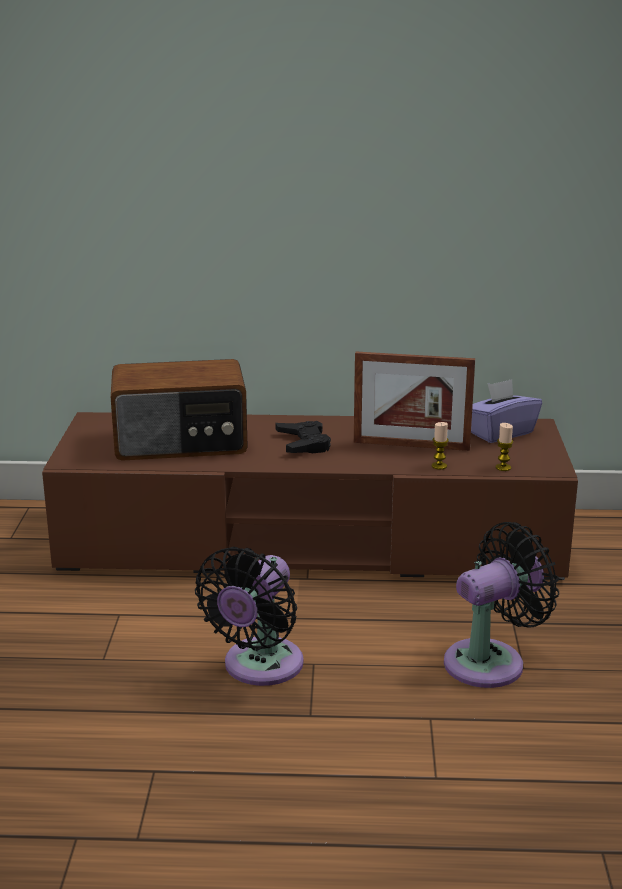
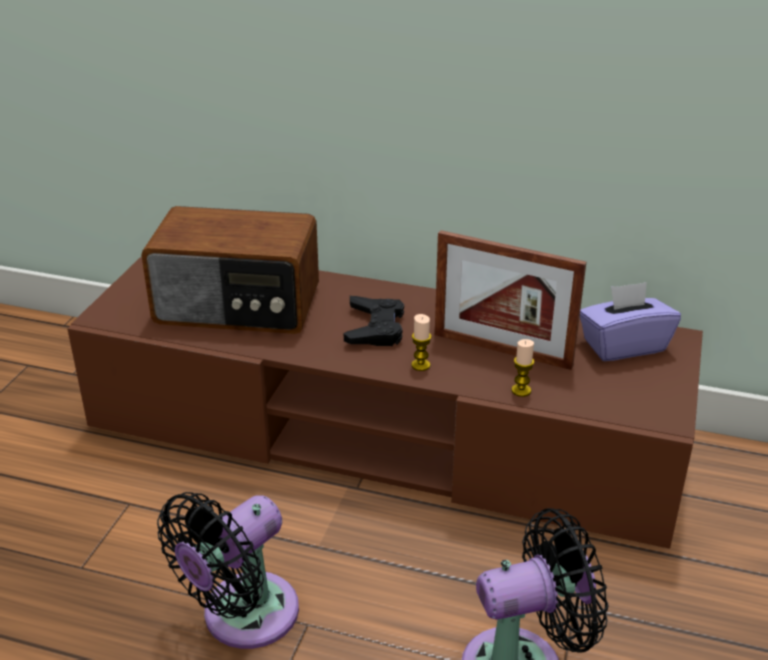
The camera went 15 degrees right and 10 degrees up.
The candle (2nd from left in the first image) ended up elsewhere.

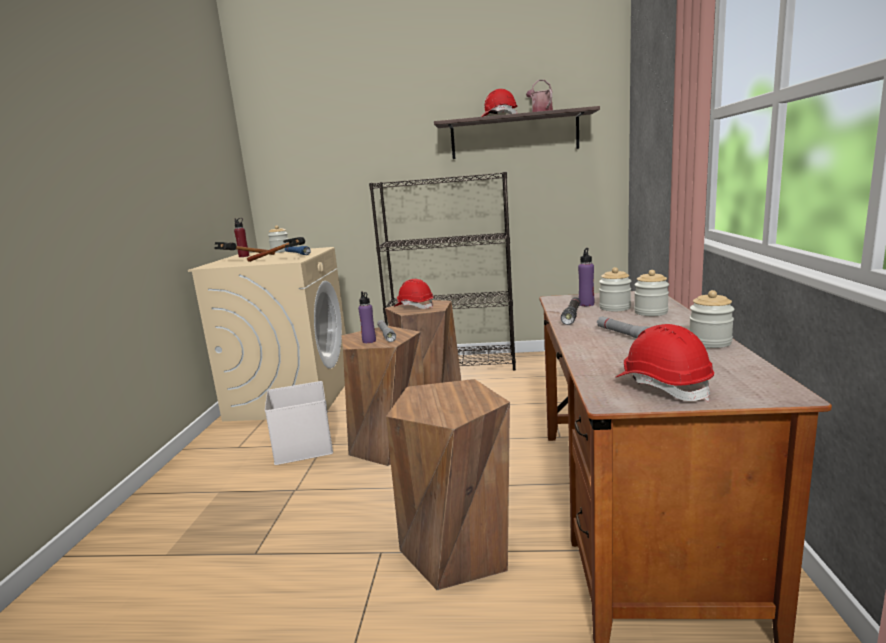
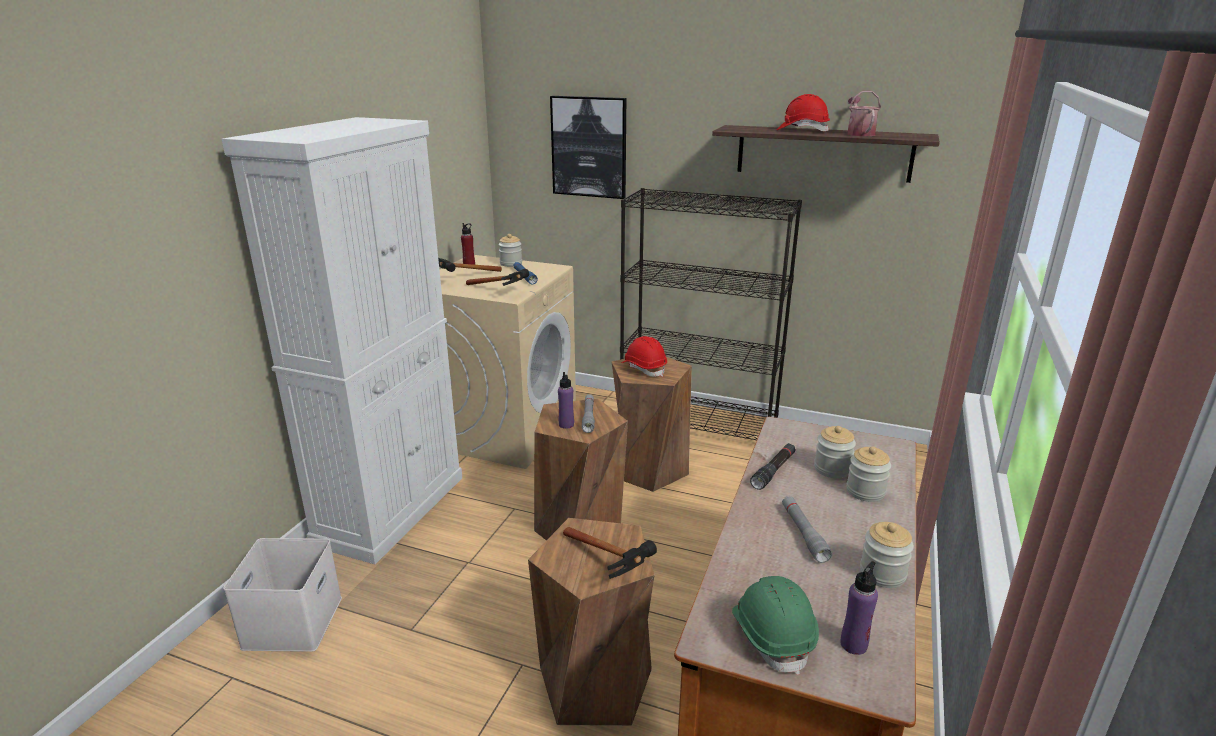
The camera went 15 degrees right and 10 degrees up.
The second view gained the cupboard (whitish).
The storage box (whitish) ended up elsewhere.
The second view gained the picture.
The second view gained the hammer (3rd from left).
What was the work helmet (red-coloured) (3rd from left) turned into the work helmet (green).
The drink bottle (purple-coloured) (2nd from left) ended up elsewhere.

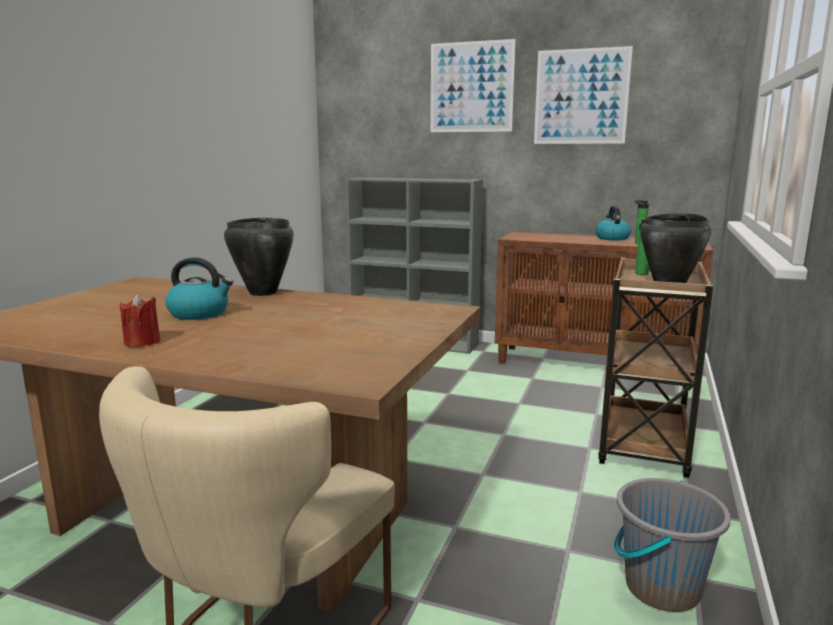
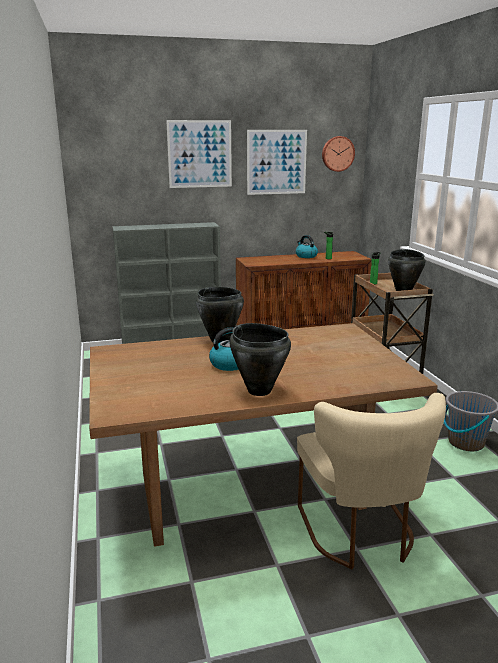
The camera went 35 degrees left and 5 degrees up.
Where the candle (red-coloured) stood, the saucepot (black) (2nd from left) came to stand.
The second view gained the wall clock.

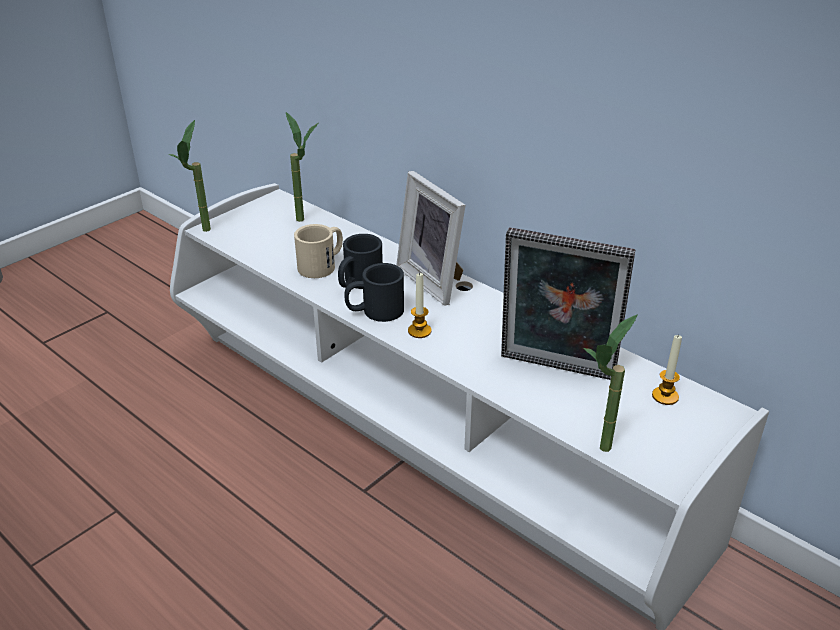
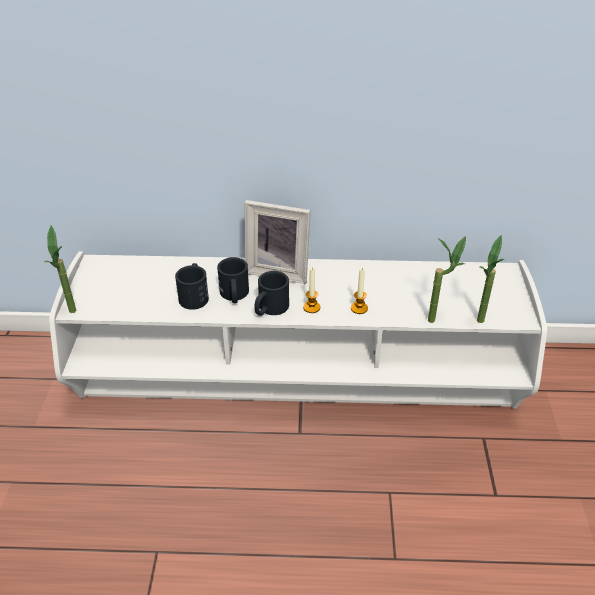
The camera went 40 degrees left and 5 degrees up.
What was the tea mug (sand-coloured) turned into the tea mug (black) (1st from left).
The candle (2nd from left) ended up elsewhere.
The potted plant (2nd from left) ended up elsewhere.
The second view lost the picture frame (2nd from left).

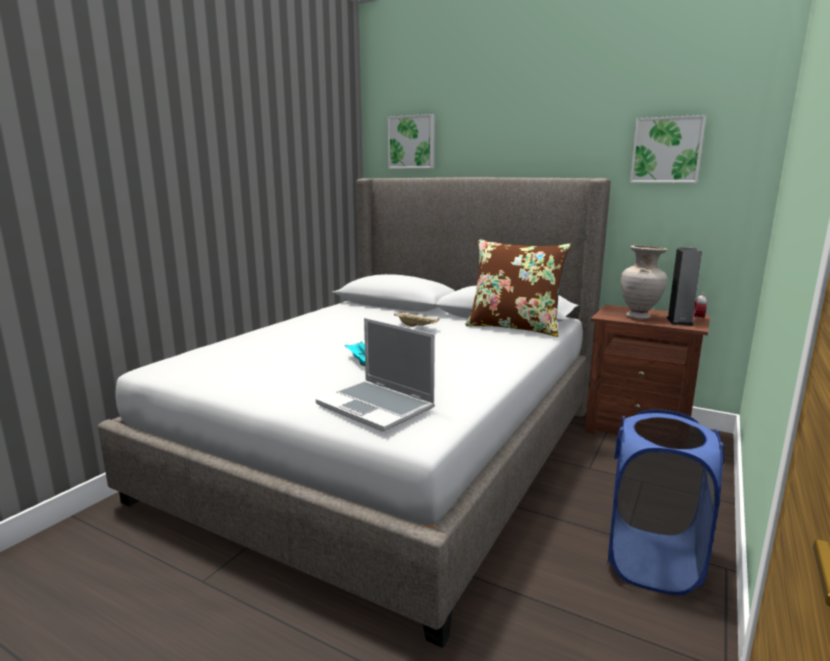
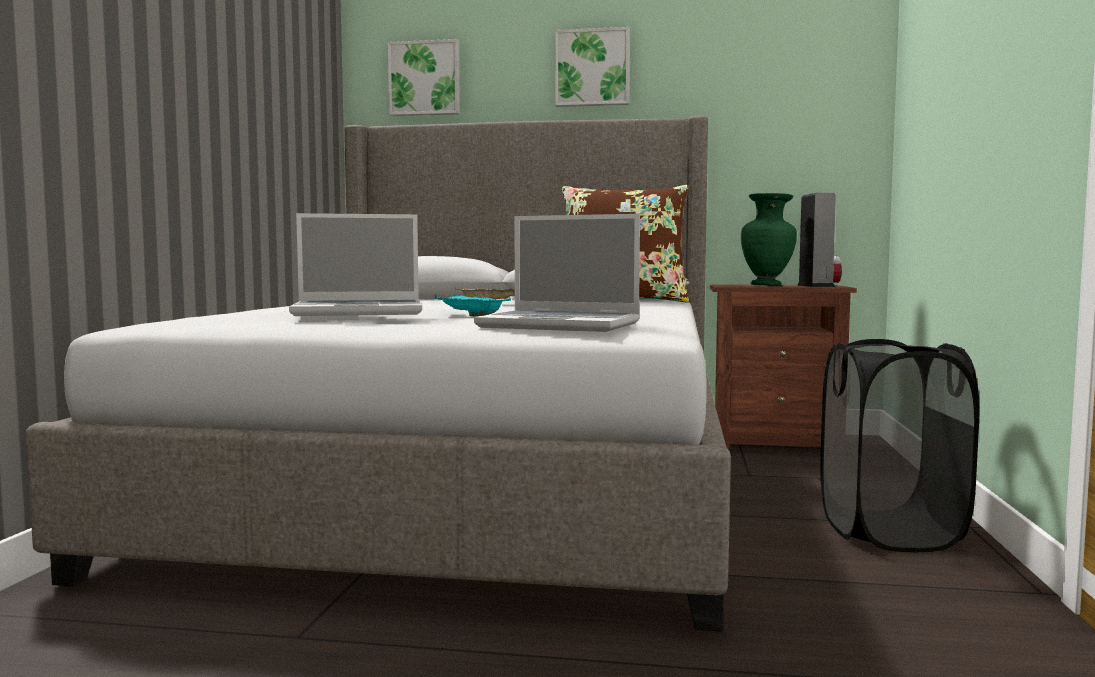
The camera went 20 degrees left and 10 degrees down.
The second view gained the portable computer (1st from left).
The picture (2nd from left) ended up elsewhere.
What was the vase (sand-coloured) turned into the vase (green).
What was the washing basket (blue) turned into the washing basket (black).

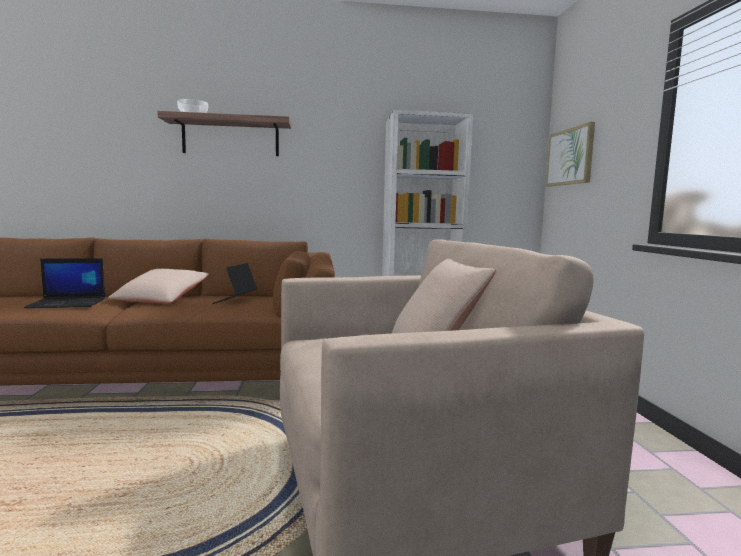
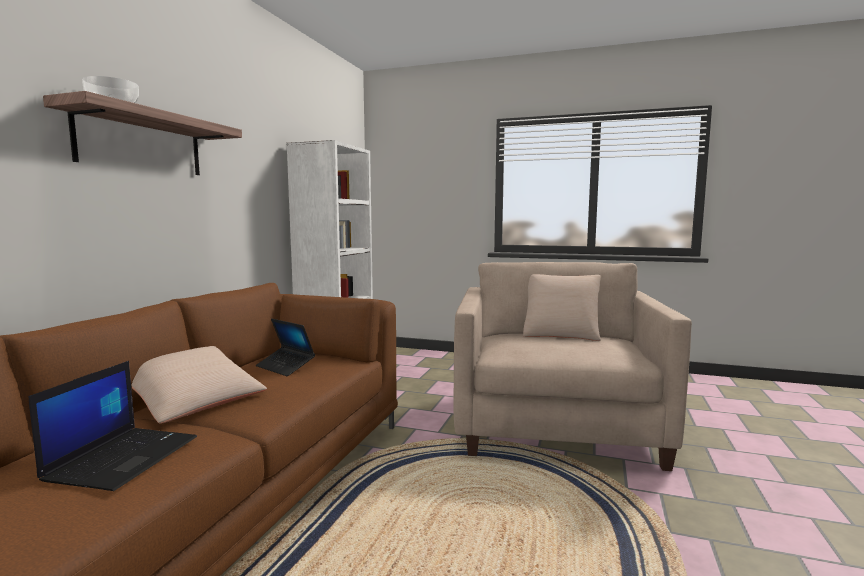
The camera went 65 degrees left and 0 degrees up.
The second view lost the picture.

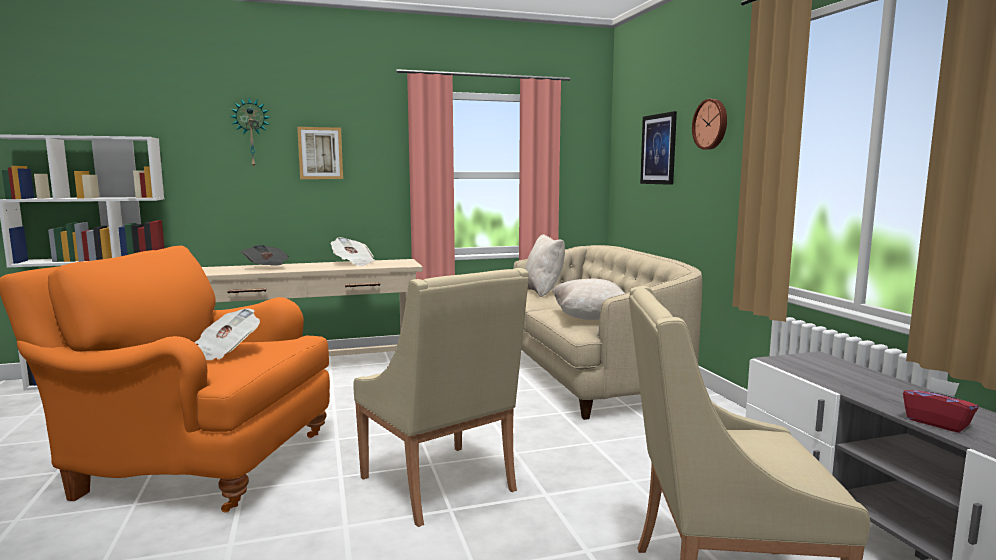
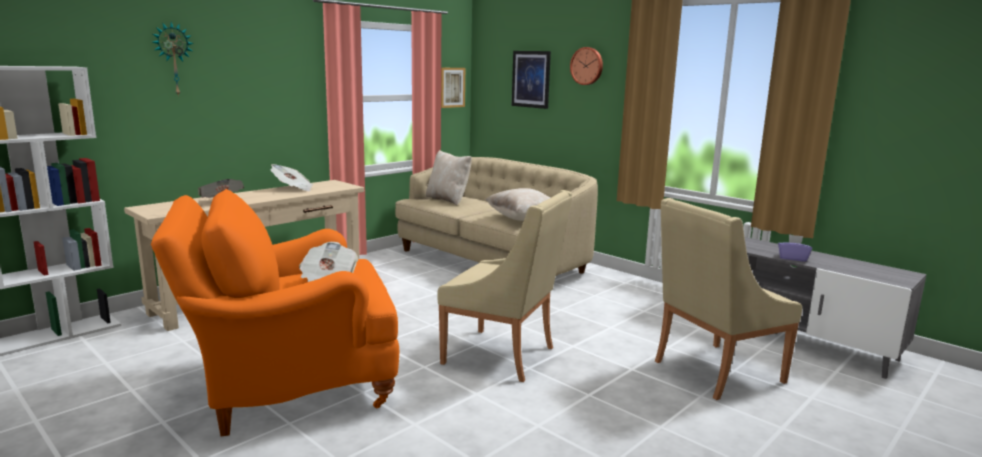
The camera went 30 degrees left and 5 degrees up.
The picture (1st from left) ended up elsewhere.
What was the box of tissues (red-coloured) turned into the box of tissues (purple-coloured).

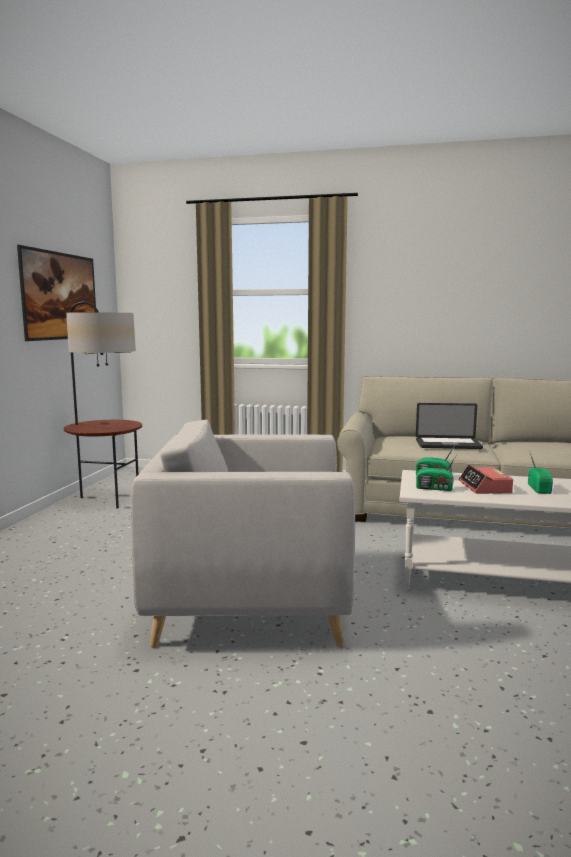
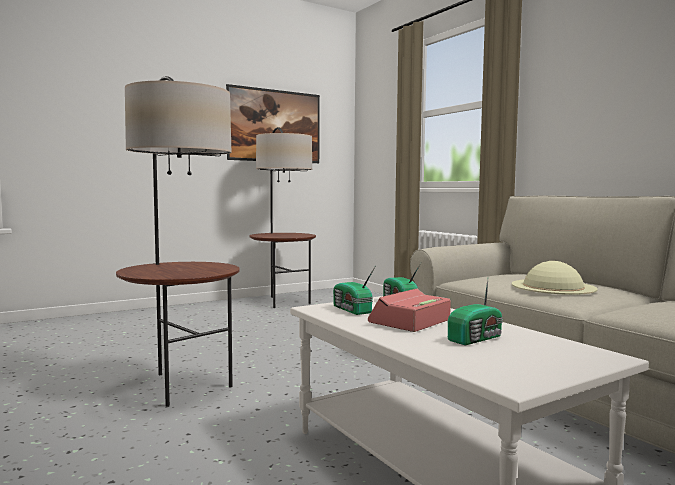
The camera went 45 degrees right and 5 degrees down.
Where the easy chair (greyish) stood, the standing lamp (1st from left) came to stand.
Where the portable computer stood, the clothing hat (sand-coloured) came to stand.

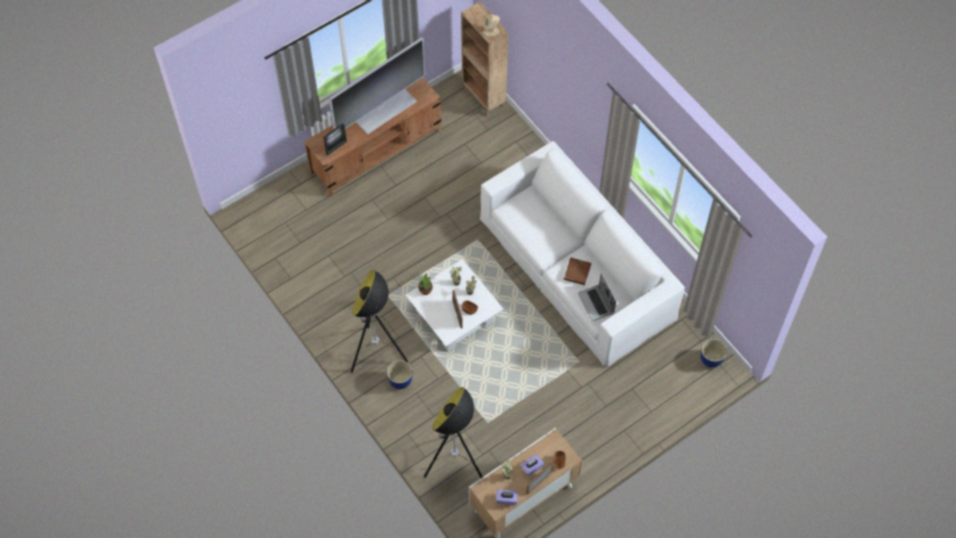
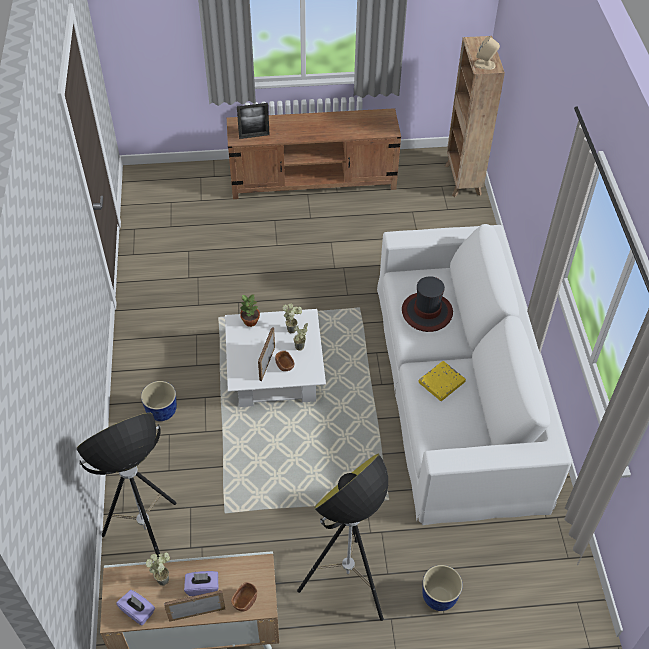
The camera went 30 degrees right and 10 degrees down.
The standing lamp (1st from left in the first image) ended up elsewhere.
The second view gained the clothing hat.
What was the volume (brown-coloured) turned into the volume (yellowish).
The flower pot (2nd from left) ended up elsewhere.
The second view lost the TV.
The second view lost the portable computer.

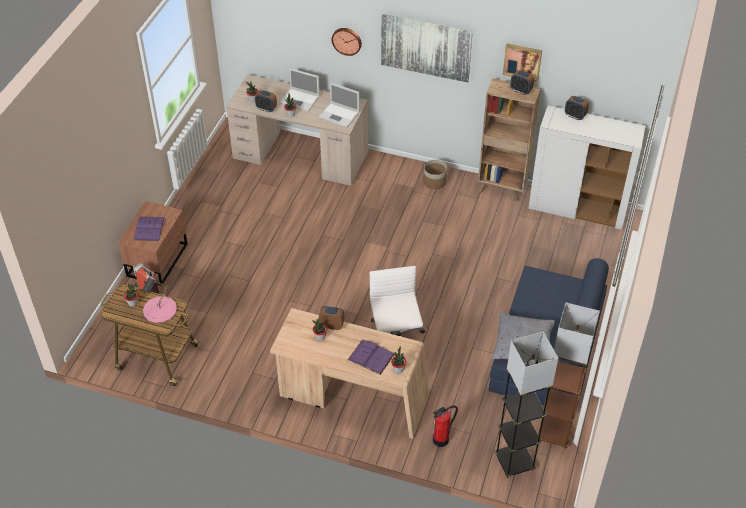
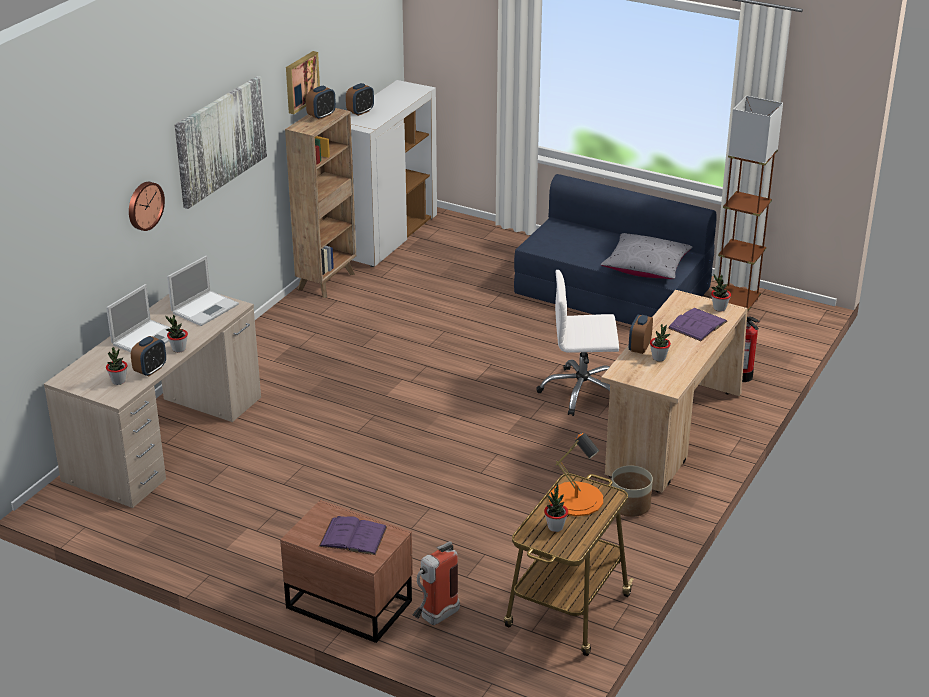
The camera went 80 degrees left and 15 degrees down.
What was the tabletop lamp (pinkish) turned into the tabletop lamp (orange-coloured).
The flower pot ended up elsewhere.
The second view lost the standing lamp (greyish).

